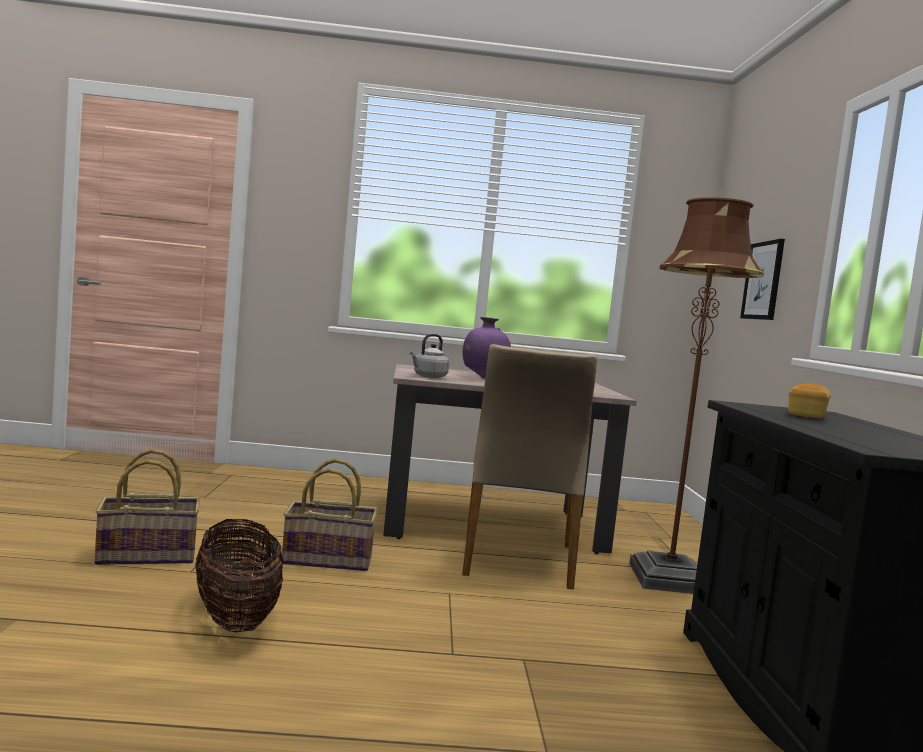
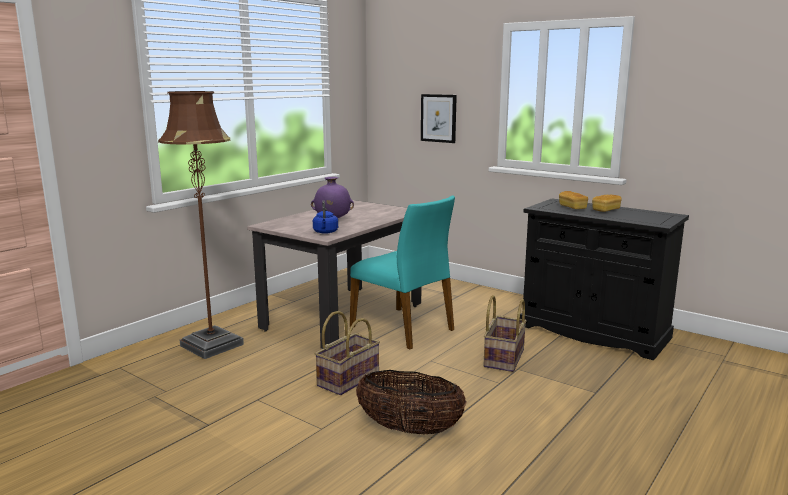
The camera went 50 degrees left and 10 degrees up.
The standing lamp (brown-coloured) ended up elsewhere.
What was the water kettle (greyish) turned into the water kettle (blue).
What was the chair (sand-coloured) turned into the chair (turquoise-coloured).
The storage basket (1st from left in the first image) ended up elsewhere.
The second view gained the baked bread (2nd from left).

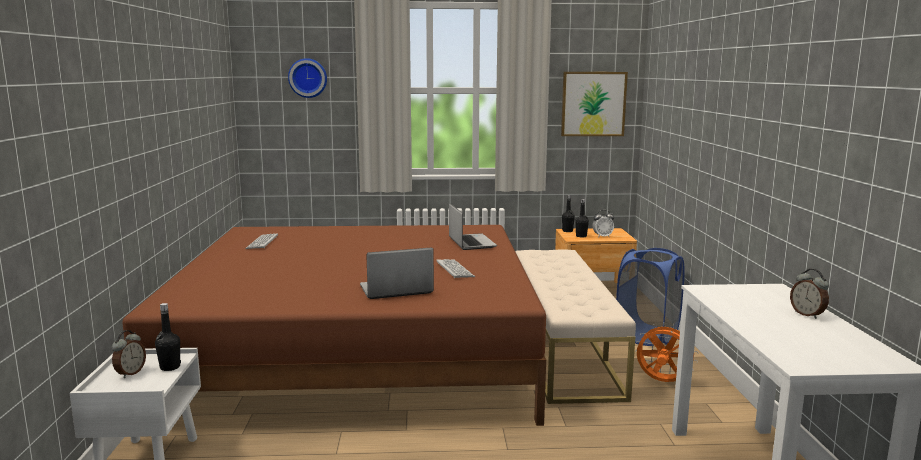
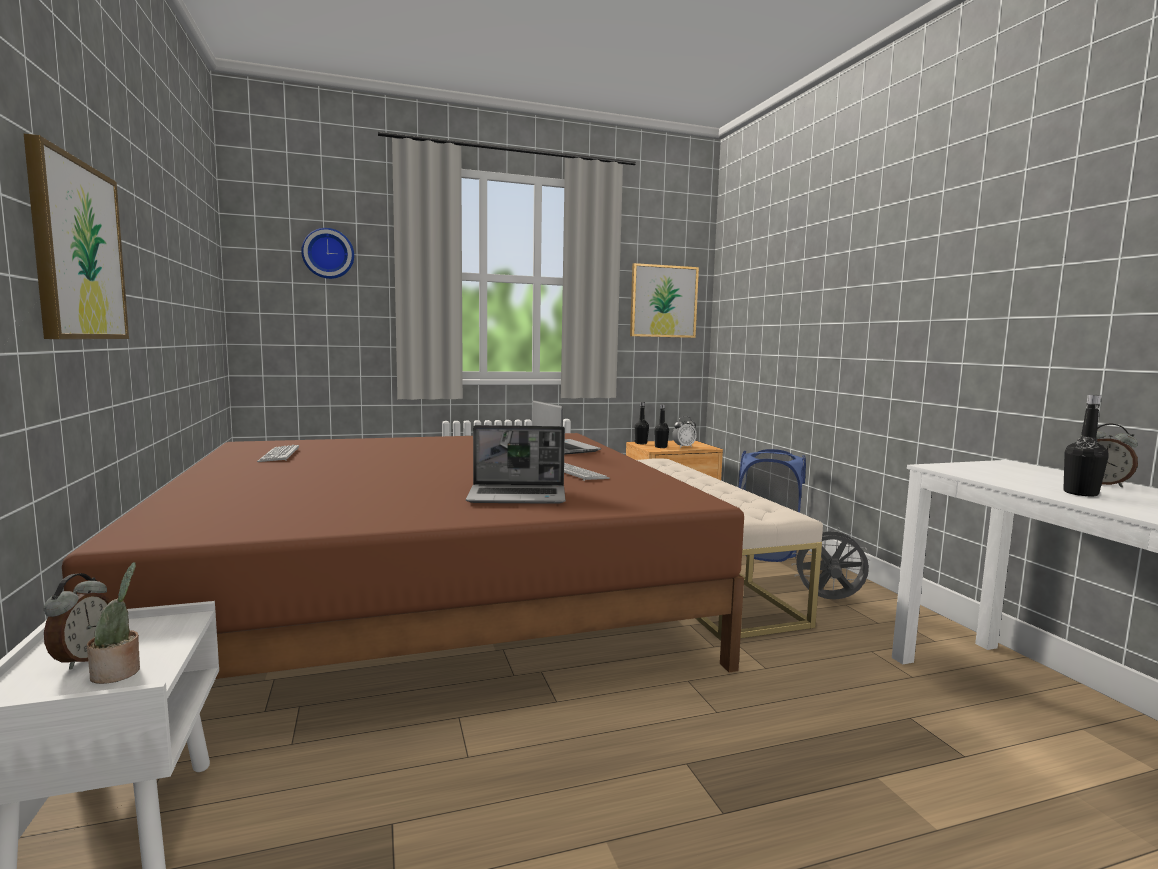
The camera went 15 degrees left and 5 degrees down.
The second view gained the picture (1st from left).
The second view gained the potted plant.
The portable computer (1st from left) ended up facing another way, 150 degrees counterclockwise from before.
What was the cooling fan (orange-coloured) turned into the cooling fan (greyish).
The drink bottle (black) (1st from left in the first image) ended up elsewhere.

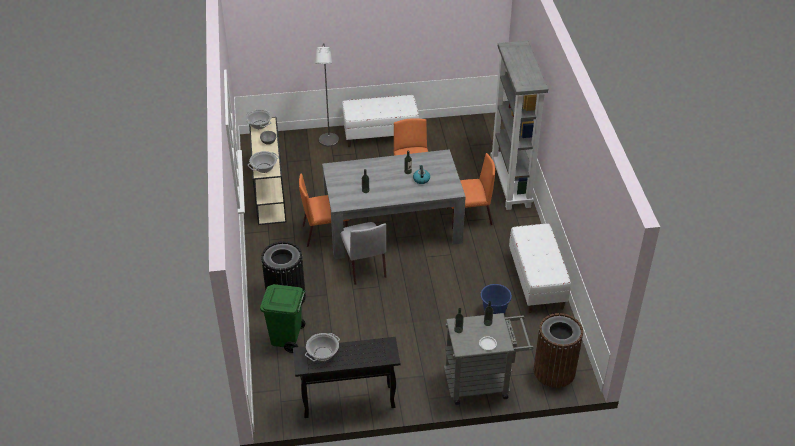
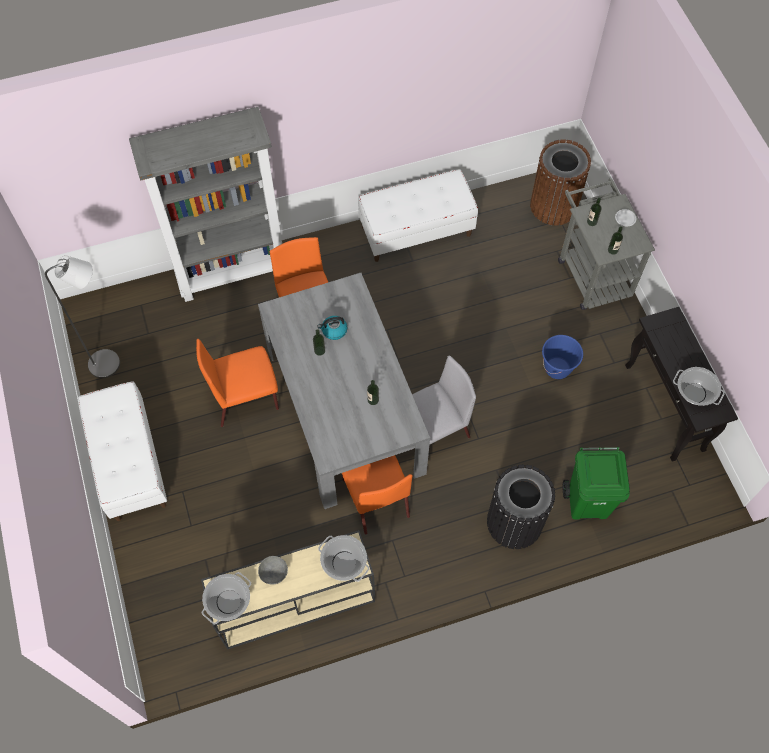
The camera went 100 degrees left and 20 degrees up.
The standing lamp (greyish) ended up elsewhere.
The pail (blue) ended up elsewhere.

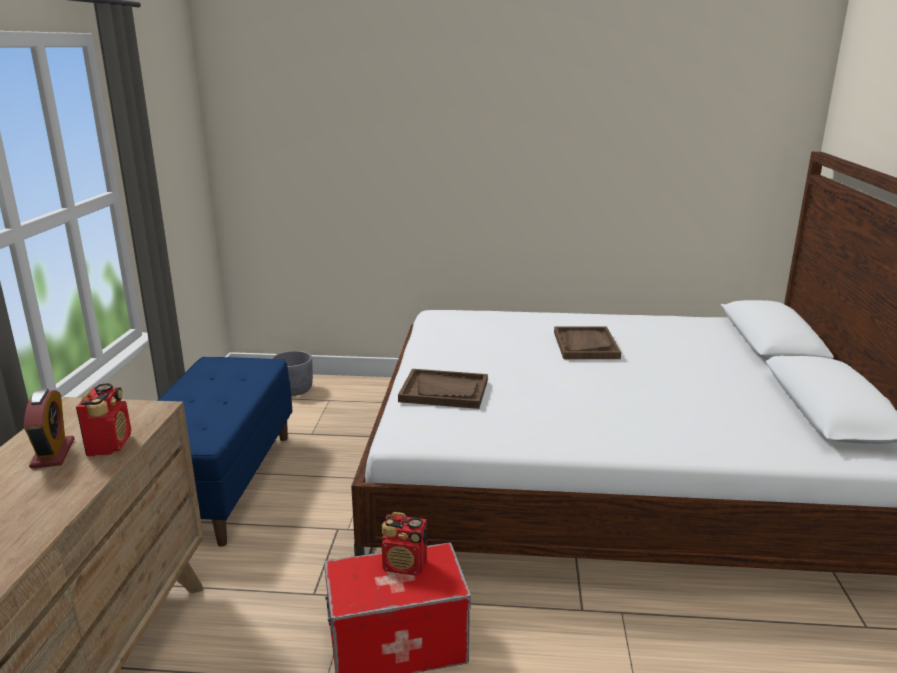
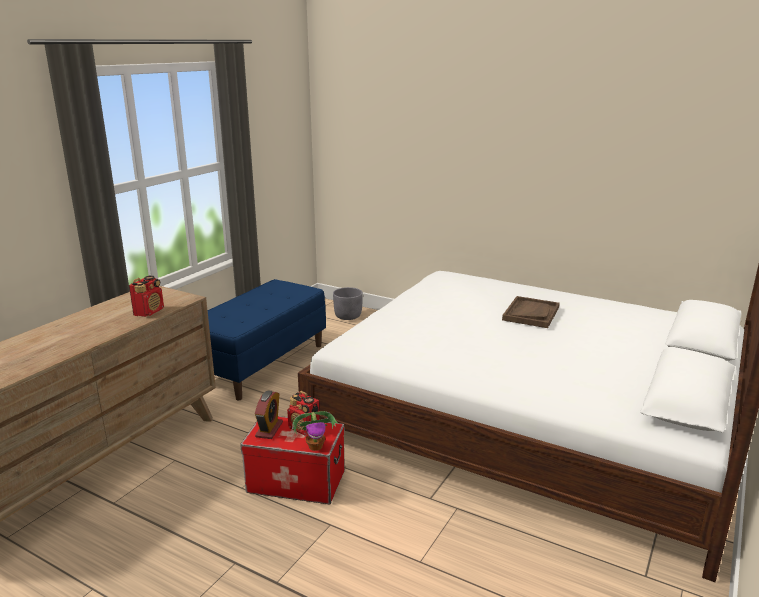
The camera went 25 degrees right and 0 degrees up.
The bedside clock ended up elsewhere.
The second view gained the potted plant.
The second view lost the carrying tray (brown-coloured) (1st from left).

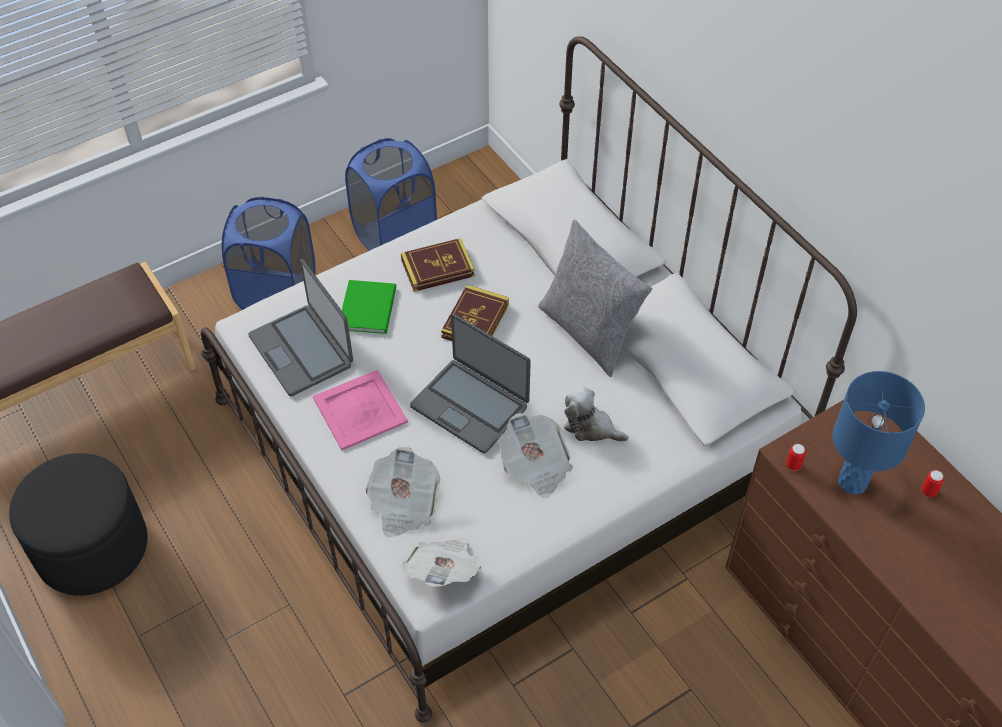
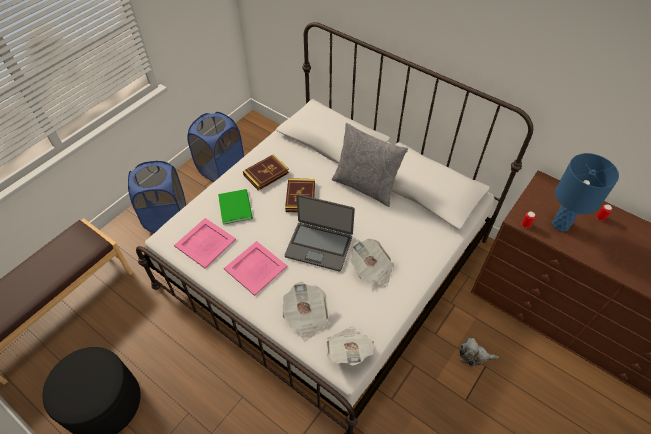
The camera went 20 degrees left and 0 degrees up.
Where the portable computer (1st from left) stood, the carrying tray (pinkish) (1st from left) came to stand.
The soft toy ended up elsewhere.

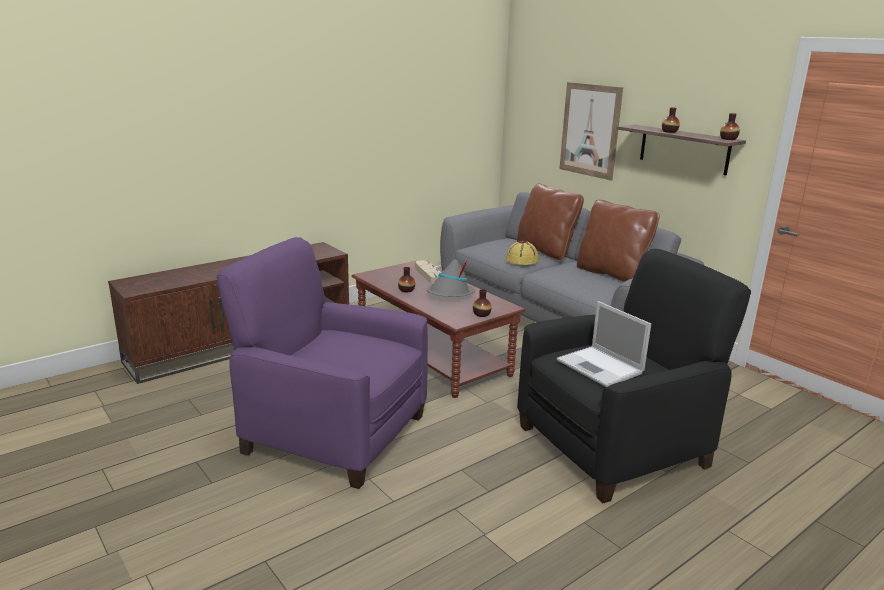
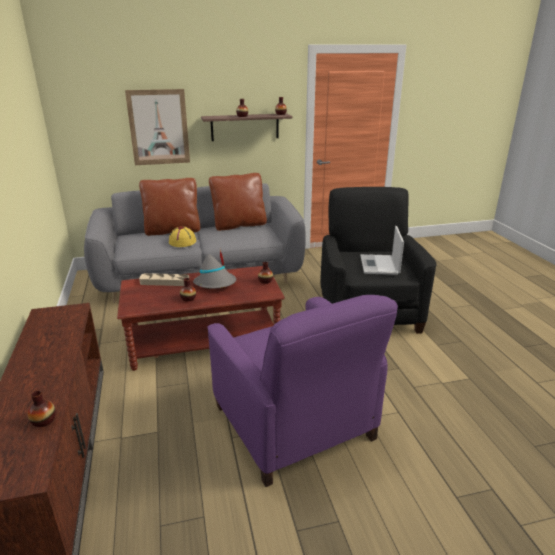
The camera went 65 degrees left and 5 degrees up.
The second view gained the vase (1st from left).
The easy chair (purple-coloured) ended up facing another way, 75 degrees counterclockwise from before.
The portable computer ended up facing another way, 105 degrees clockwise from before.

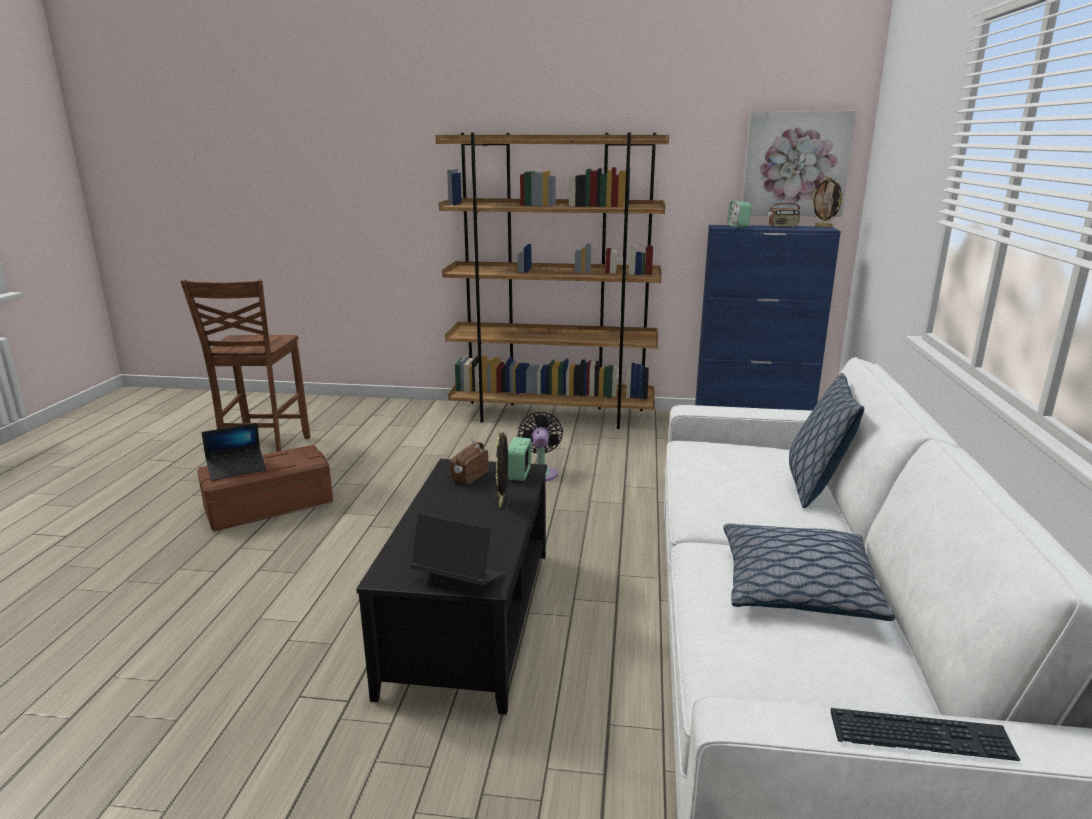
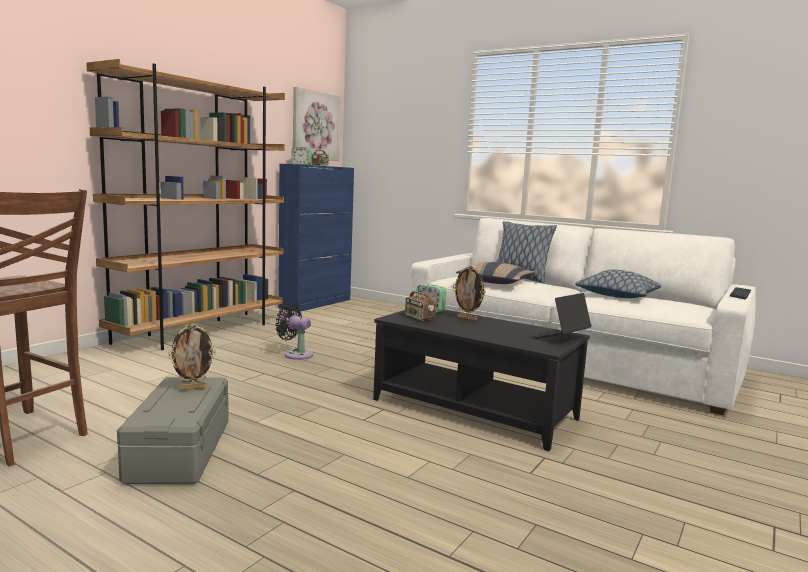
The camera went 65 degrees left and 10 degrees down.
What was the storage box (brown-coloured) turned into the storage box (greyish).
The picture frame (2nd from left in the first image) ended up elsewhere.
The second view gained the throw pillow (1st from left).
The second view lost the portable computer (1st from left).

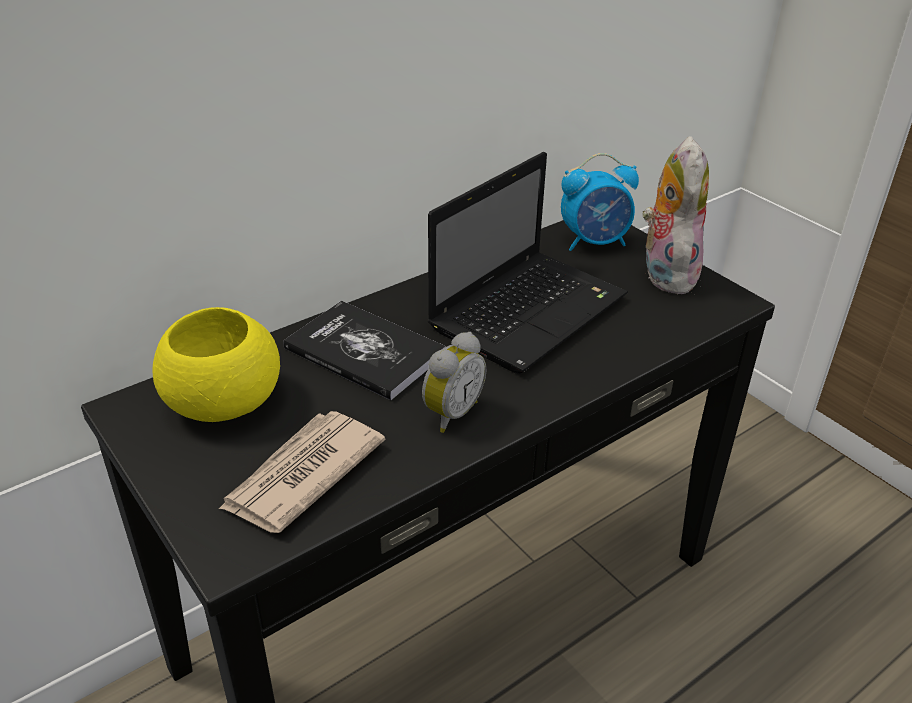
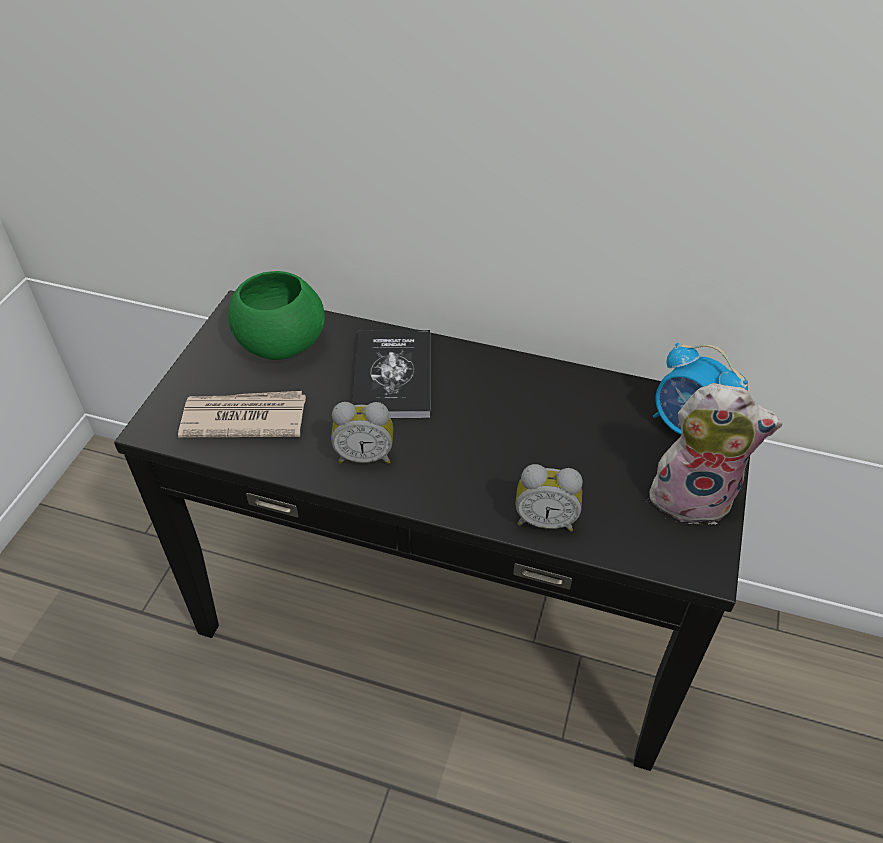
The camera went 55 degrees right and 10 degrees up.
What was the serving bowl (yellowish) turned into the serving bowl (green).
The second view gained the bedside clock (2nd from left).
The soft toy ended up facing another way, 45 degrees clockwise from before.
The second view lost the portable computer.

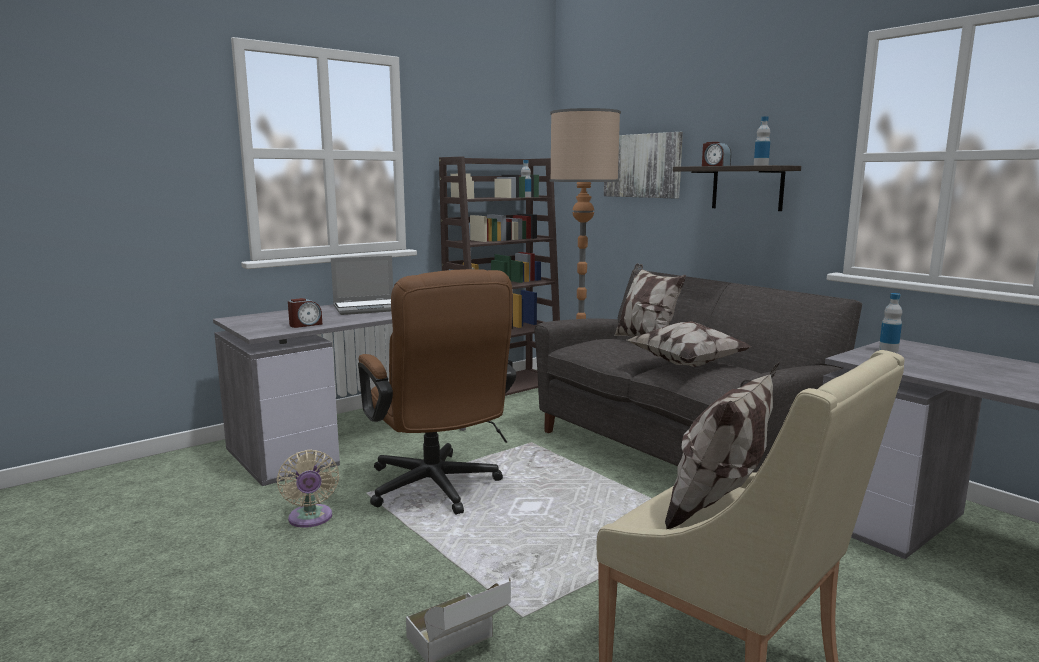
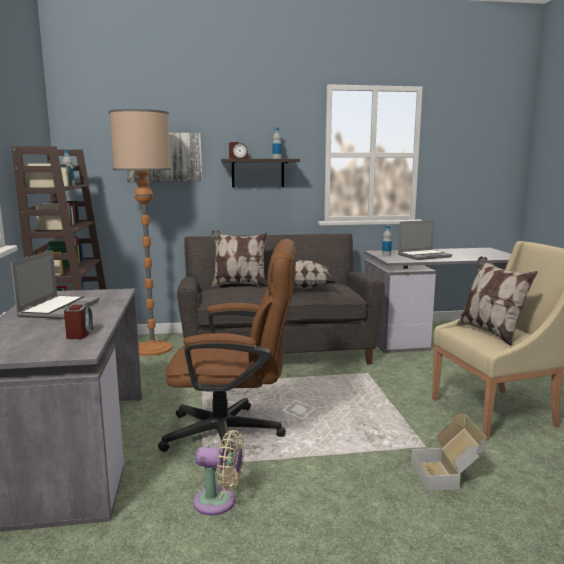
The camera went 60 degrees left and 0 degrees up.
The second view gained the portable computer (2nd from left).

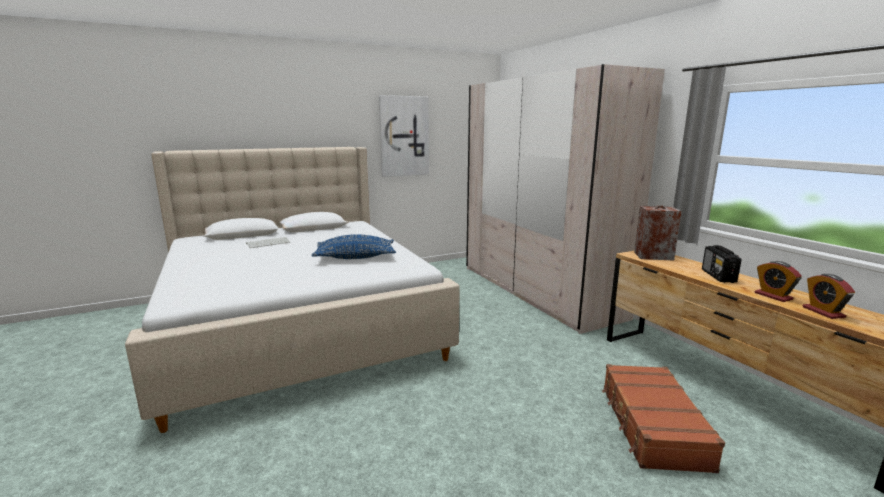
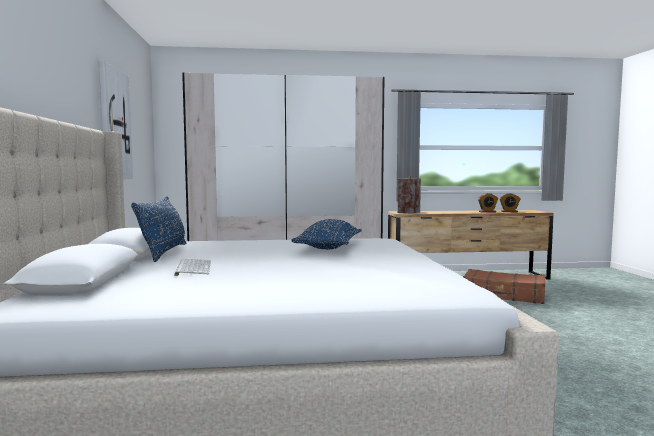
The camera went 70 degrees left and 10 degrees down.
The second view gained the throw pillow (blue) (1st from left).
The second view lost the radio.

